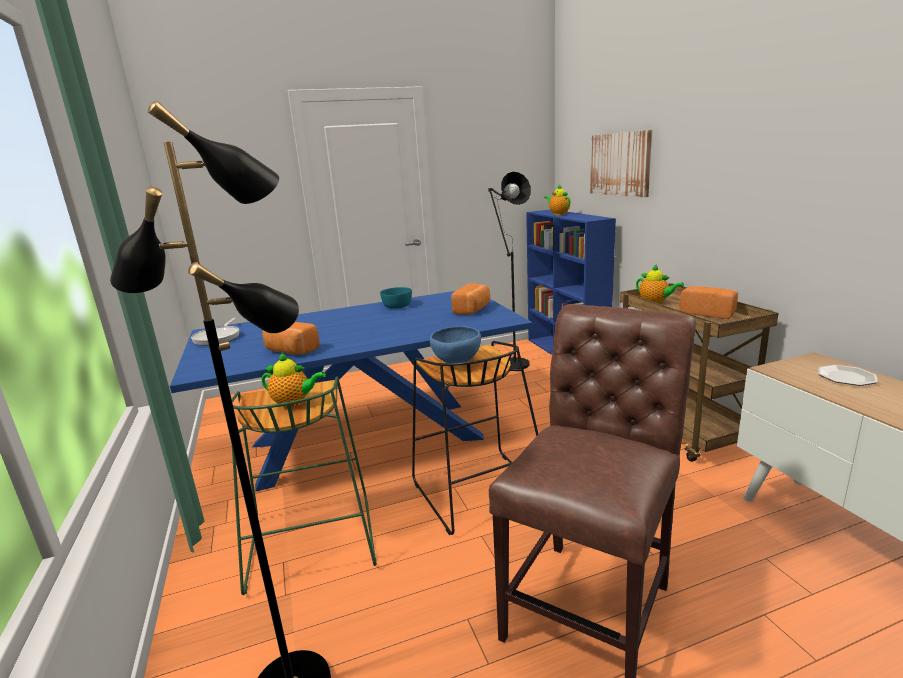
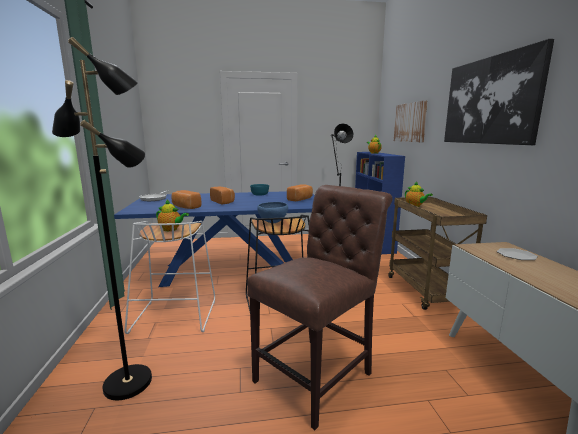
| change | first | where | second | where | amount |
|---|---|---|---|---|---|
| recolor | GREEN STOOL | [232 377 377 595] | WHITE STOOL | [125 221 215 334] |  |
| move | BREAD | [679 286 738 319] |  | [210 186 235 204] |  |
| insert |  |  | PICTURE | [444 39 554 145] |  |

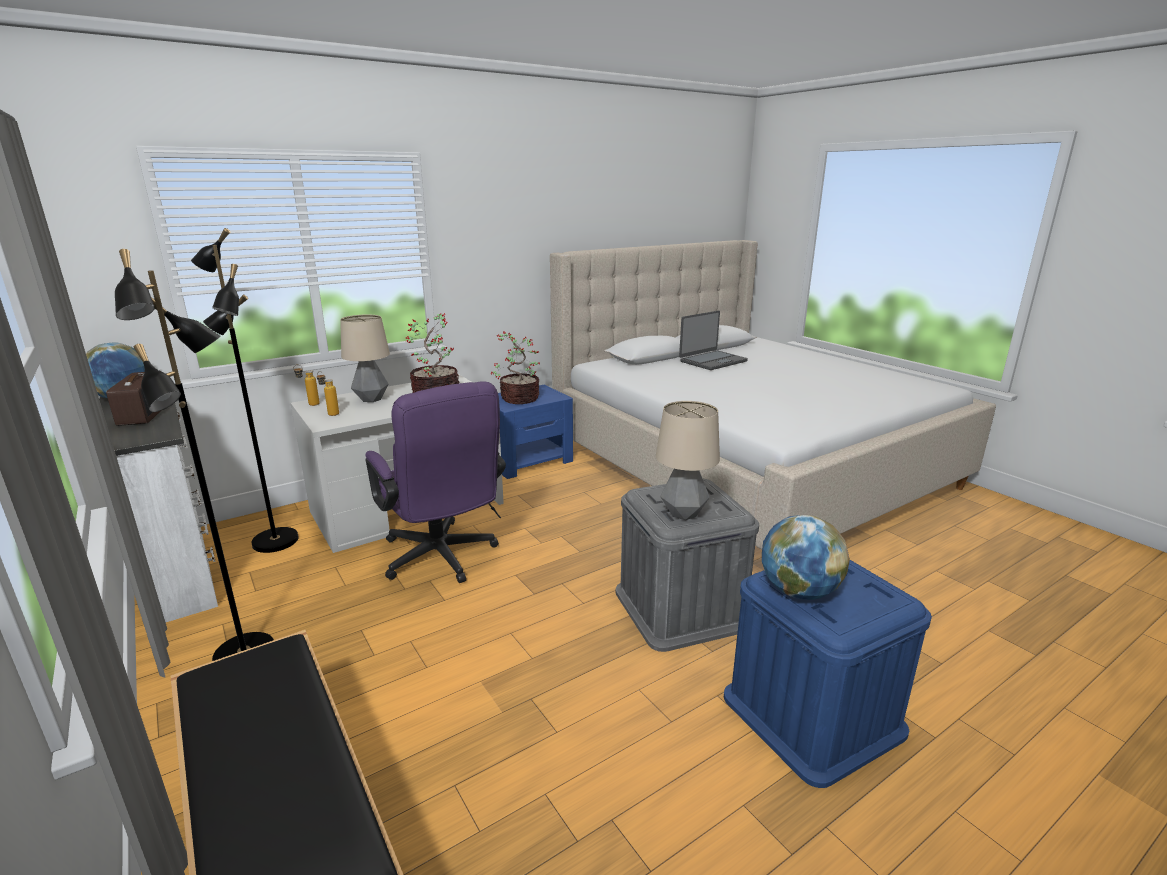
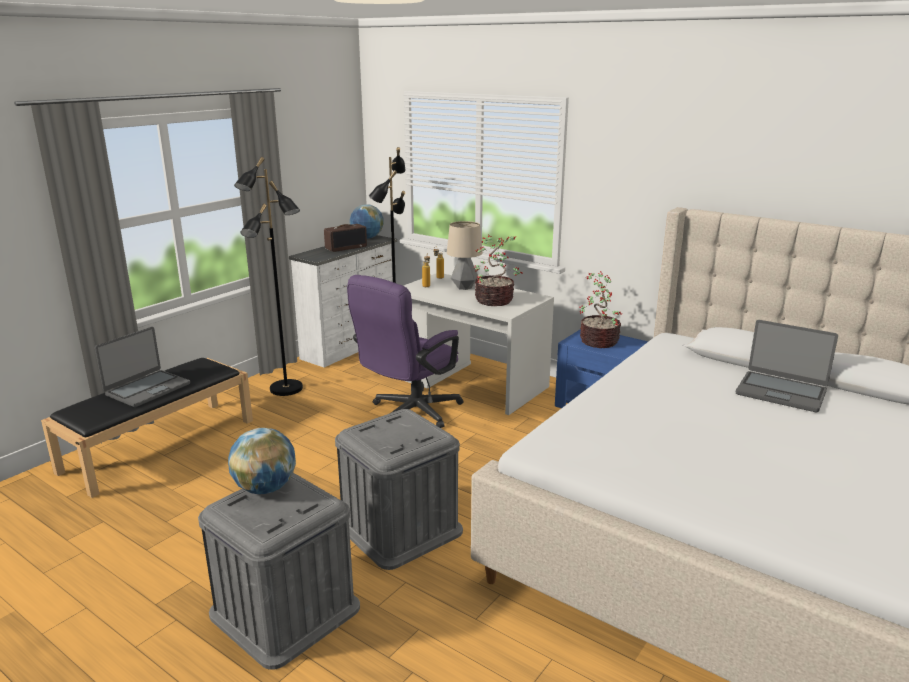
| change | first | where | second | where | amount |
|---|---|---|---|---|---|
| insert |  |  | LAPTOP | [95 327 190 407] |  |
| recolor | BLUE STORAGE BOX | [724 560 932 788] | GREY STORAGE BOX | [198 473 360 670] |  |
| delete | TABLE LAMP | [656 401 720 520] |  |  |  |

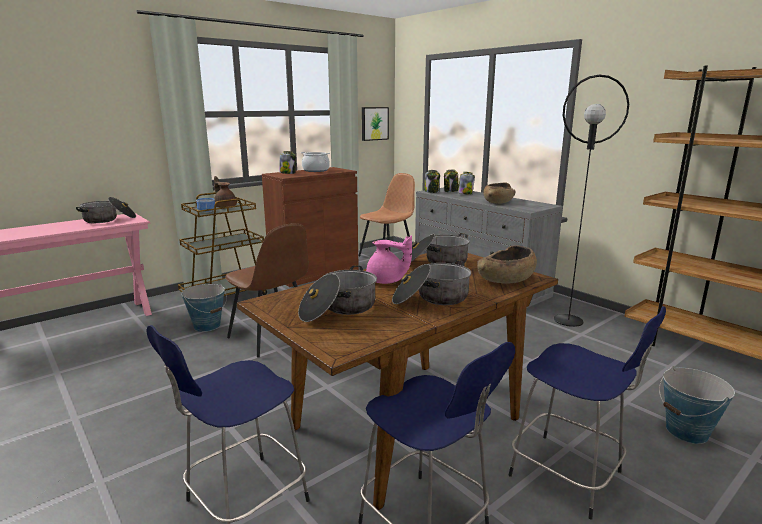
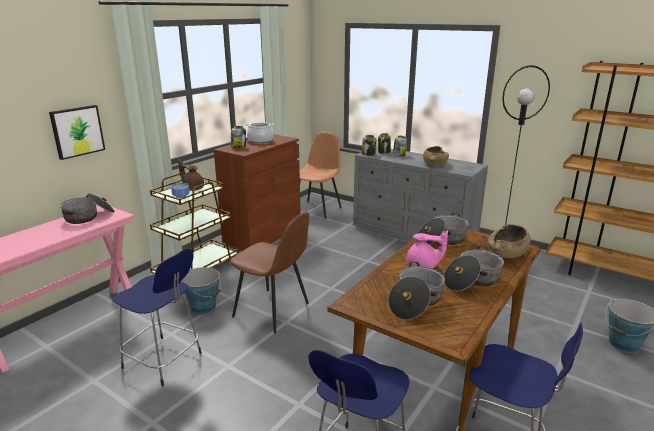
| change | first | where | second | where | amount |
|---|---|---|---|---|---|
| move | PICTURE | [362 107 389 141] |  | [49 105 105 160] |  |
| move | BLUE STOOL | [509 306 666 520] |  | [113 249 202 386] |  |

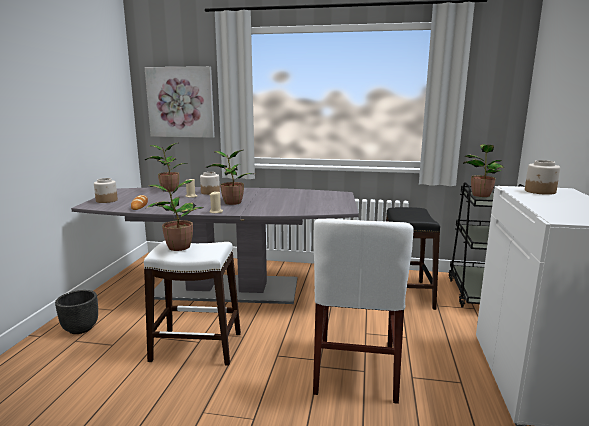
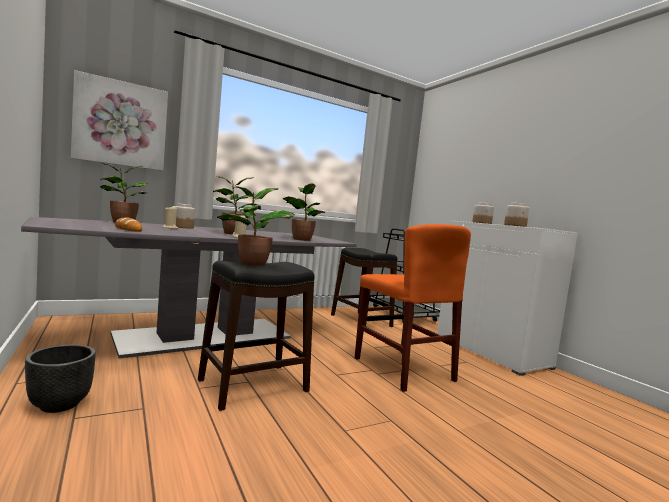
| change | first | where | second | where | amount |
|---|---|---|---|---|---|
| recolor | WHITE STOOL | [144 241 241 366] | BLACK STOOL | [198 261 315 411] |  |
| move | POTTED PLANT | [463 144 504 197] |  | [283 184 325 241] |  |
| recolor | WHITE CHAIR | [313 219 414 404] | ORANGE CHAIR | [355 224 471 392] |  |
| move | JAR | [94 178 118 203] |  | [504 203 529 227] |  |

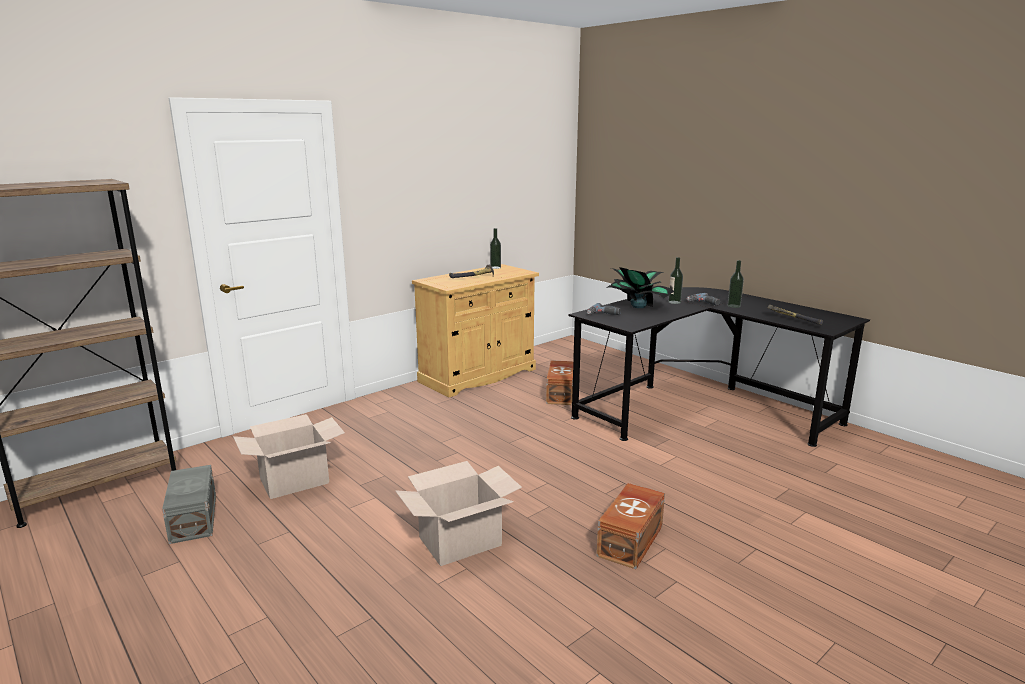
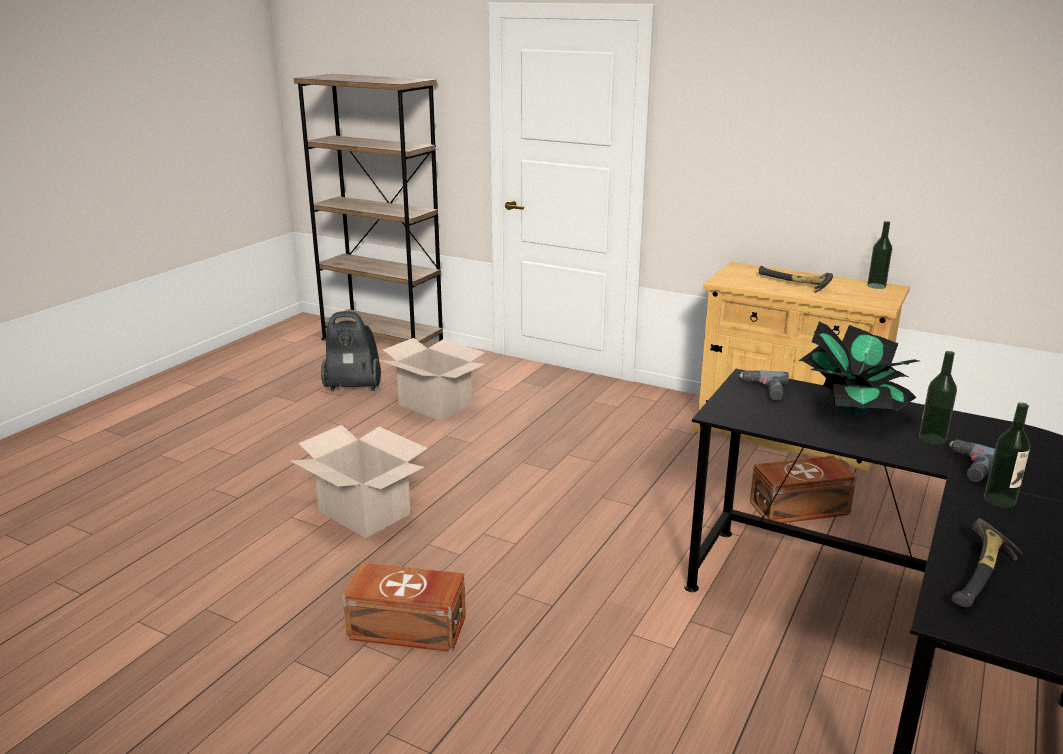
| change | first | where | second | where | amount |
|---|---|---|---|---|---|
| replace | GREY STORAGE BOX | [162 465 216 544] | VACUUM CLEANER | [321 311 381 391] |  |

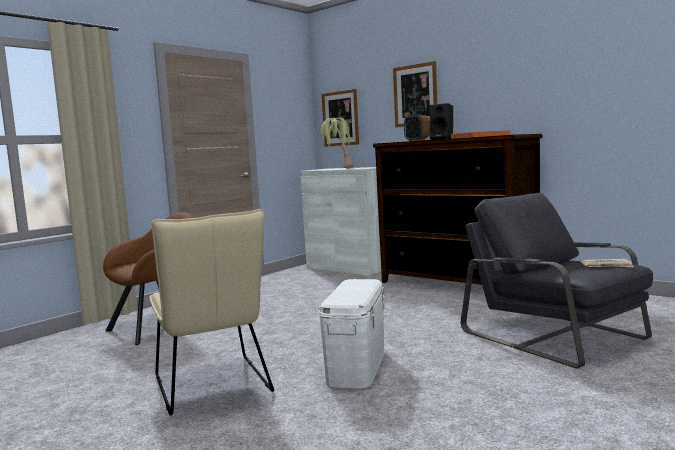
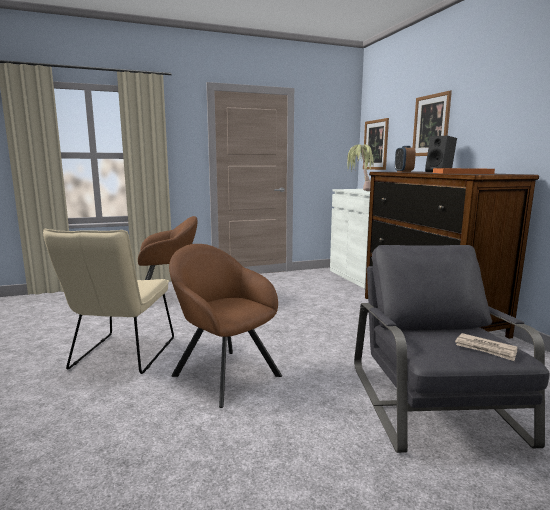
| change | first | where | second | where | amount |
|---|---|---|---|---|---|
| replace | WHITE STORAGE BOX | [319 279 385 389] | BROWN ARMCHAIR | [169 244 282 408] |  |

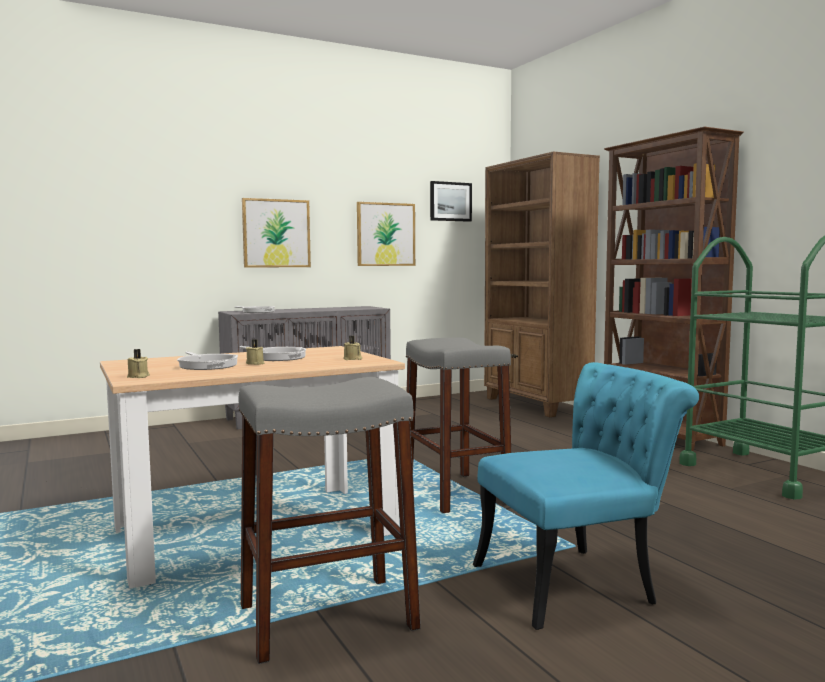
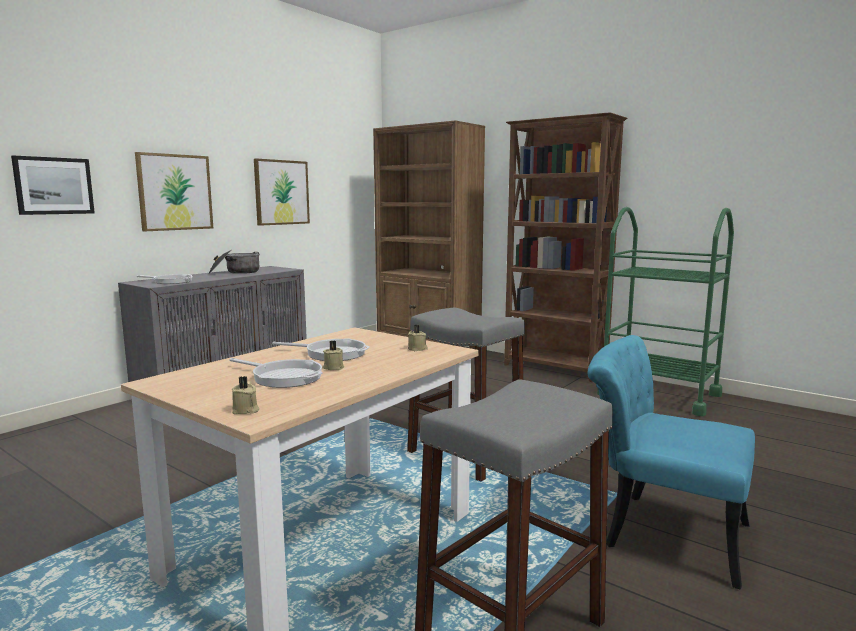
| change | first | where | second | where | amount |
|---|---|---|---|---|---|
| move | PICTURE | [430 181 472 222] |  | [11 155 95 215] |  |
| insert |  |  | COOKING POT | [208 250 260 274] |  |
| rotate | TURQUOISE CHAIR | [473 362 699 630] |  | [588 335 755 590] | 105 degrees counterclockwise |

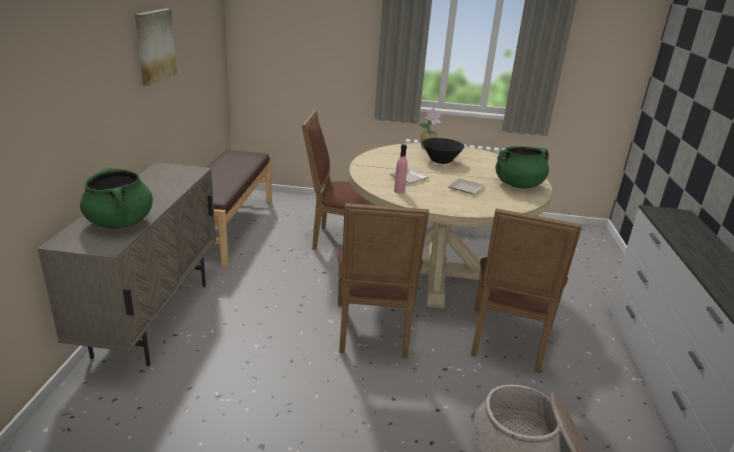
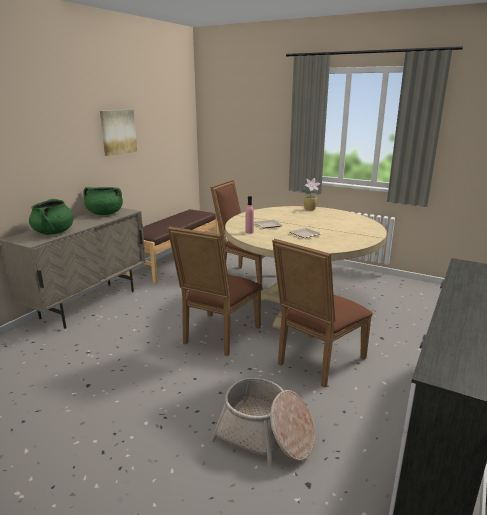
| change | first | where | second | where | amount |
|---|---|---|---|---|---|
| move | GREEN COOKING POT | [496 146 549 188] |  | [83 187 123 215] |  |
| delete | BLACK BOWL | [422 138 465 164] |  |  |  |

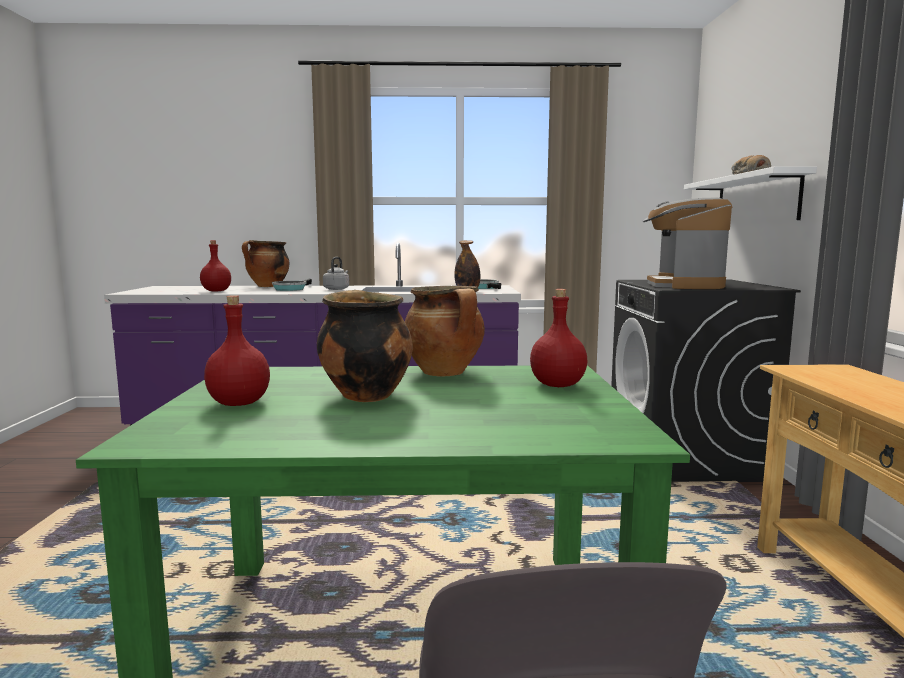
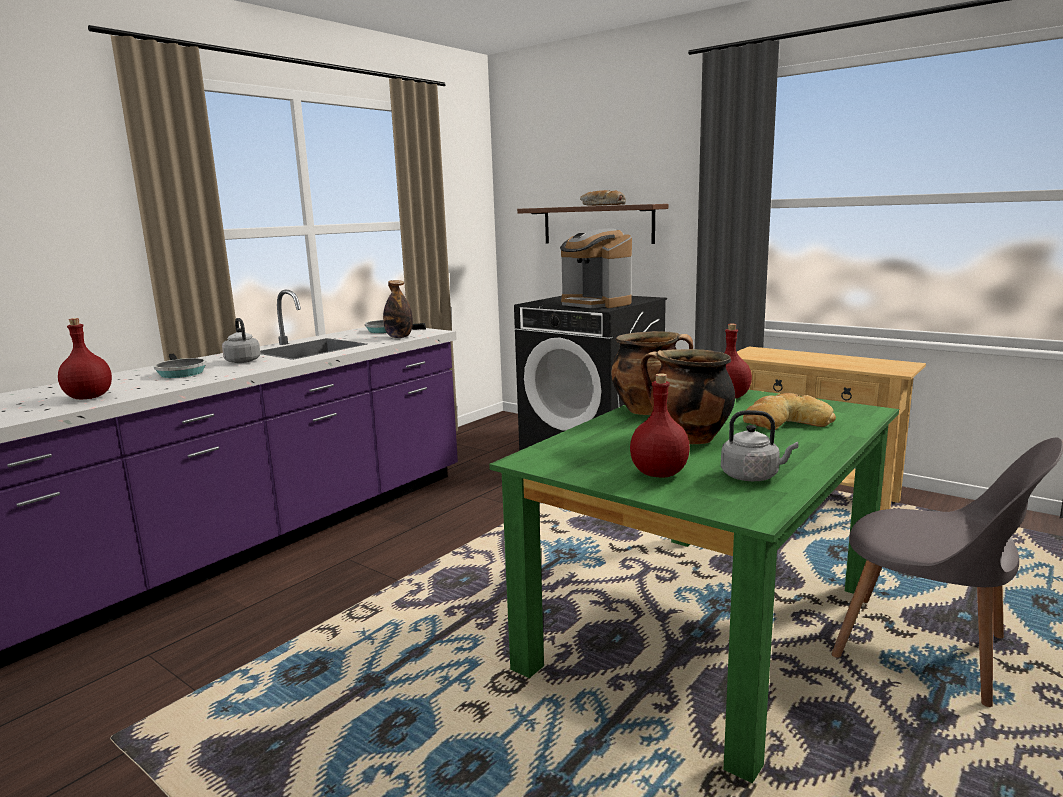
| change | first | where | second | where | amount |
|---|---|---|---|---|---|
| recolor | WHITE SHELF | [684 166 817 220] | BROWN SHELF | [517 204 668 244] |  |
| insert |  |  | GREY KETTLE | [721 410 798 481] |  |
| insert |  |  | BREAD | [743 393 836 430] |  |
| delete | COOKING POT | [242 240 289 287] |  |  |  |

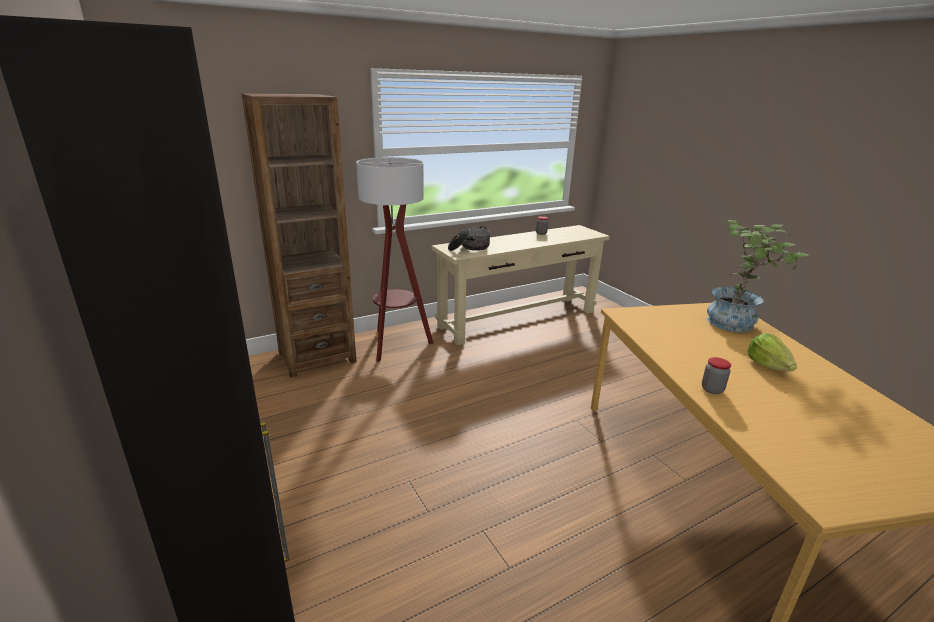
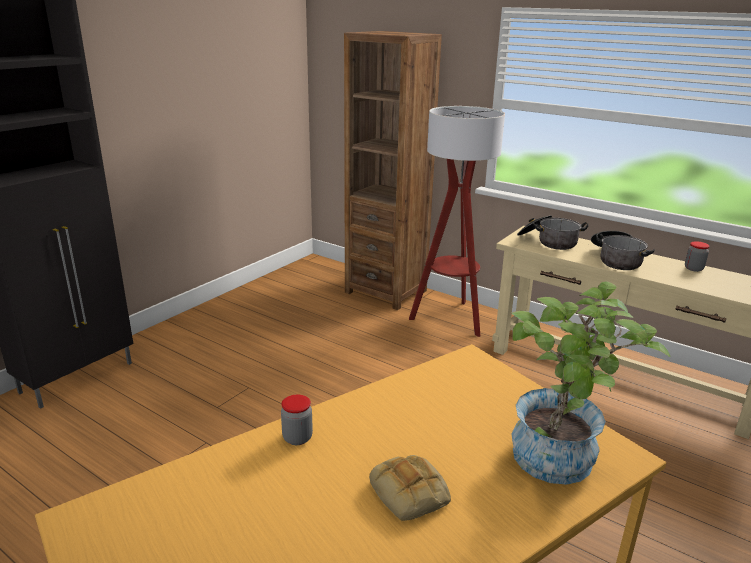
| change | first | where | second | where | amount |
|---|---|---|---|---|---|
| replace | LETTUCE | [748 333 797 371] | BREAD | [369 455 451 521] |  |
| insert |  |  | COOKING POT | [591 231 655 270] |  |

